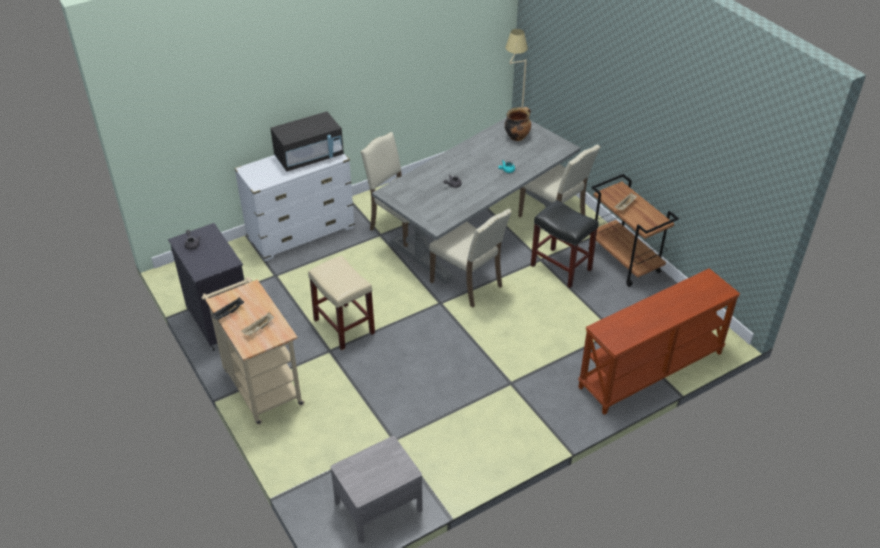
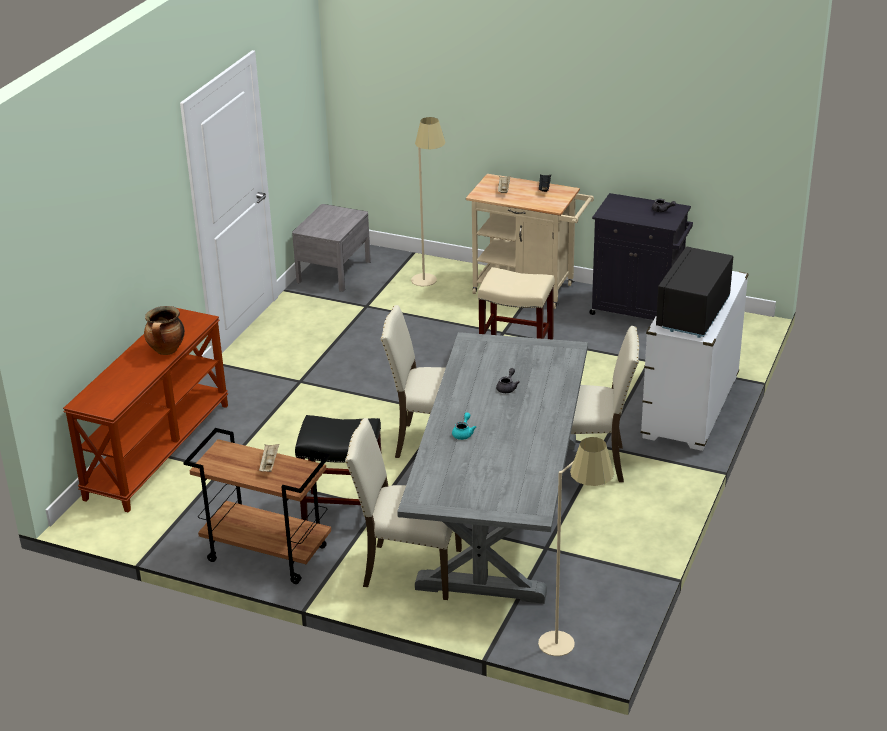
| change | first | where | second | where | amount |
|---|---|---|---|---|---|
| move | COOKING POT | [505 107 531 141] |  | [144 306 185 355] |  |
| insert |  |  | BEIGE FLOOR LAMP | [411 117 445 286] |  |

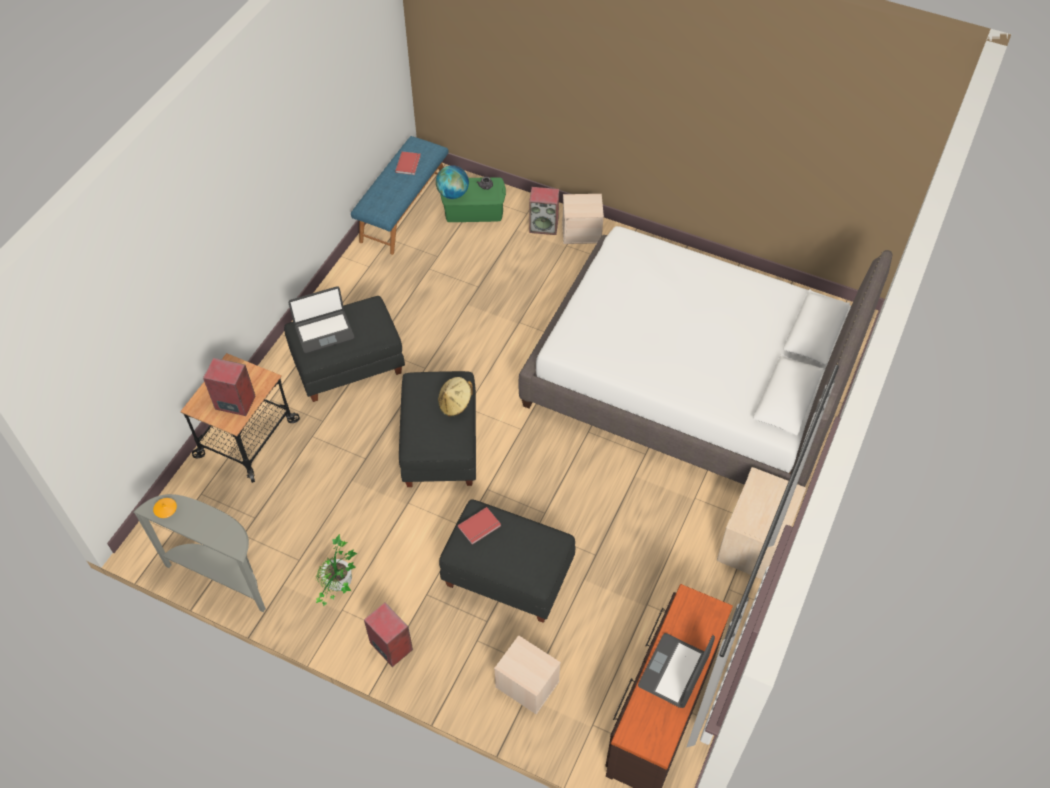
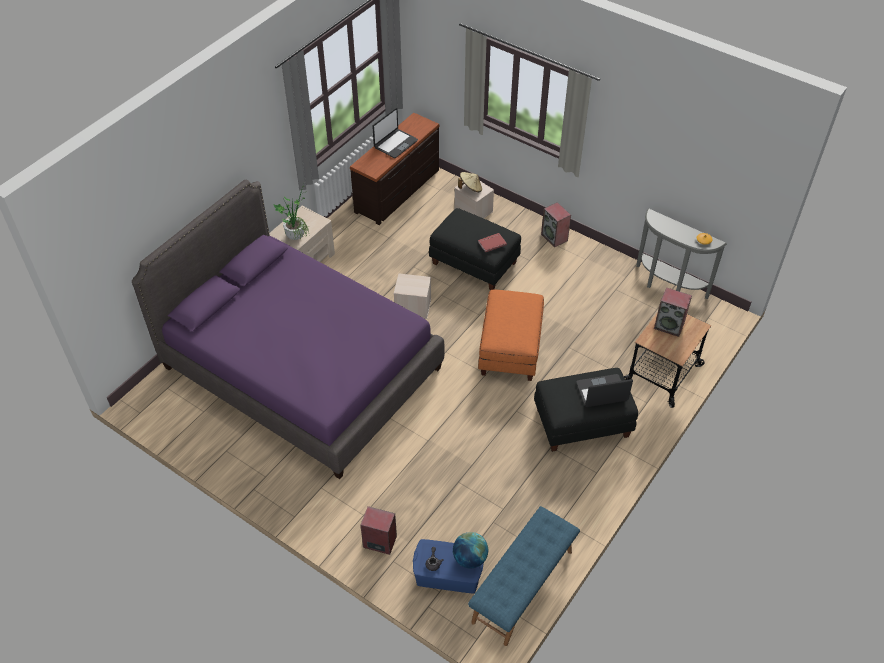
| change | first | where | second | where | amount |
|---|---|---|---|---|---|
| recolor | WHITE BED | [519 226 893 487] | PURPLE BED | [132 180 445 479] |  |
| move | POTTED PLANT | [316 534 358 606] |  | [273 181 310 240] |  |
| move | BEIGE STORAGE BOX | [562 194 604 244] |  | [394 273 431 319] |  |
| recolor | GREEN STORAGE BOX | [440 177 506 222] | BLUE STORAGE BOX | [413 539 484 594] |  |
| move | BEIGE HAT | [438 377 473 417] |  | [458 172 482 192] |  |
| recolor | BLACK OTTOMAN | [399 371 476 487] | ORANGE OTTOMAN | [478 290 544 381] |  |
| delete | RED BOOK | [395 152 421 175] |  |  |  |

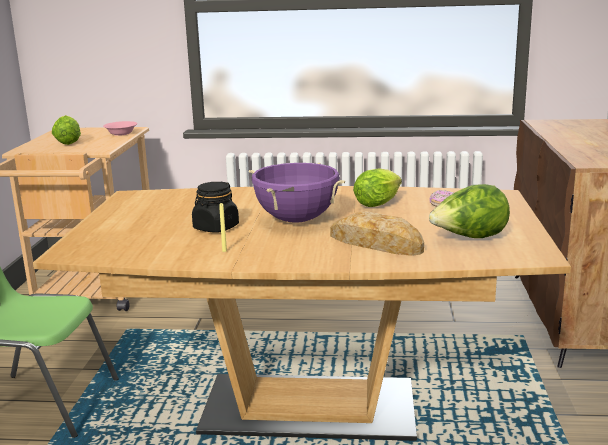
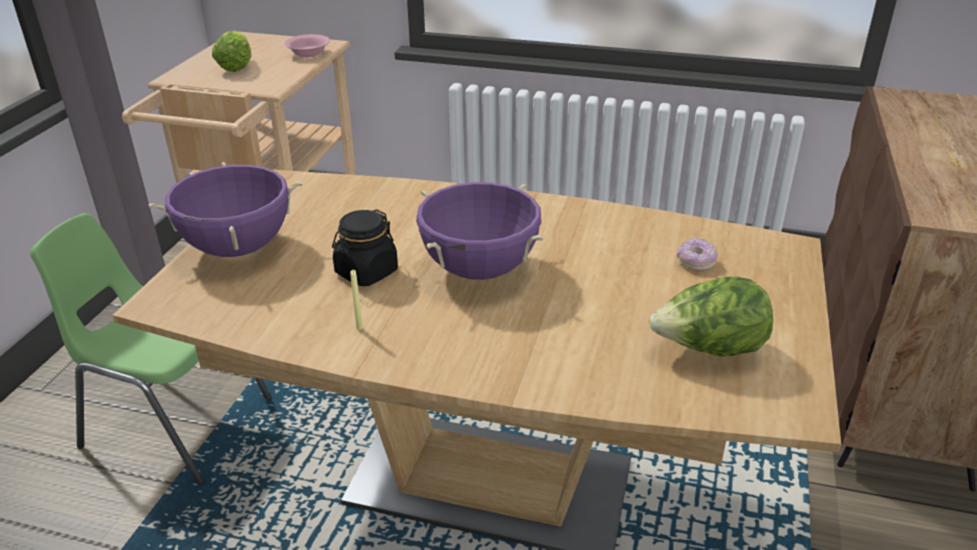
| change | first | where | second | where | amount |
|---|---|---|---|---|---|
| insert |  |  | PURPLE COOKING POT | [148 162 302 257] |  |
| delete | BREAD | [330 211 424 256] |  |  |  |
| delete | LETTUCE | [353 168 402 207] |  |  |  |

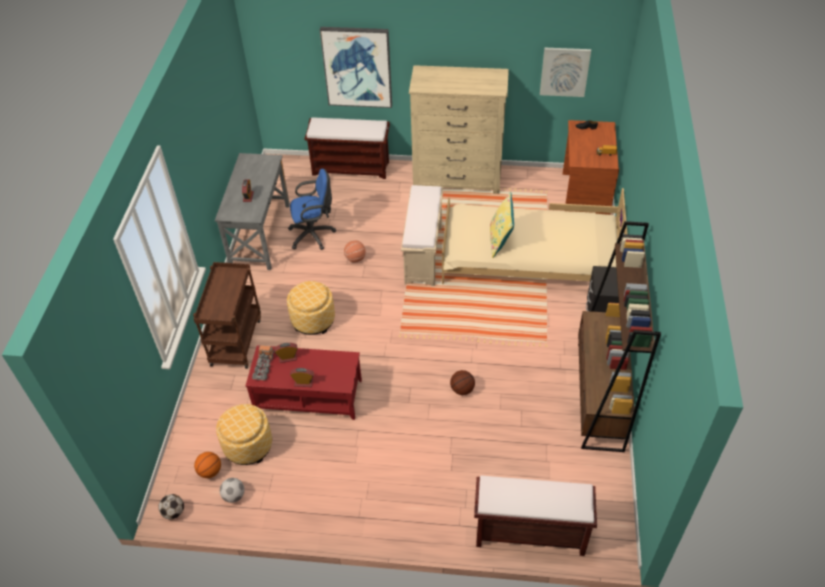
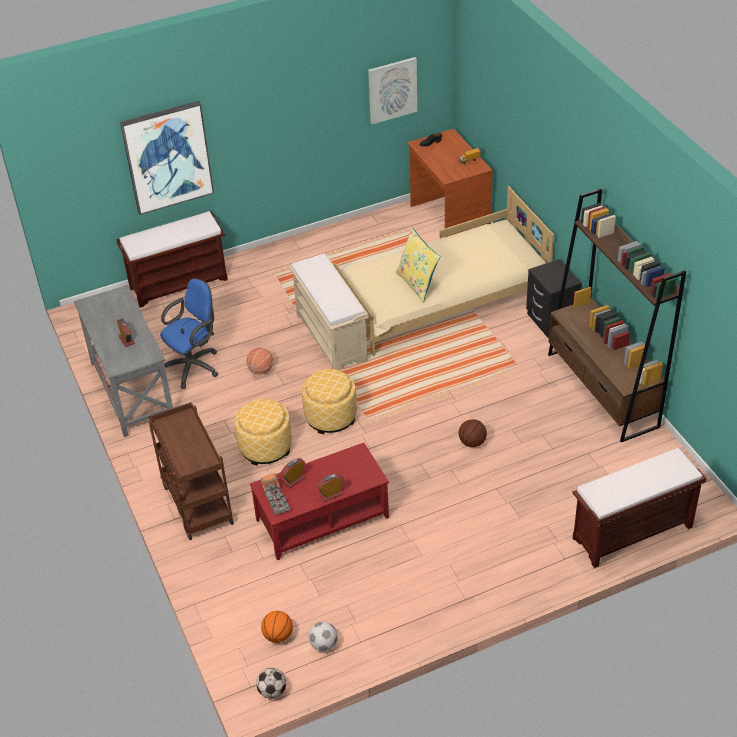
| change | first | where | second | where | amount |
|---|---|---|---|---|---|
| move | OTTOMAN | [216 404 272 465] |  | [302 369 357 434] |  |
| delete | BEIGE DRESSER | [409 65 509 194] |  |  |  |

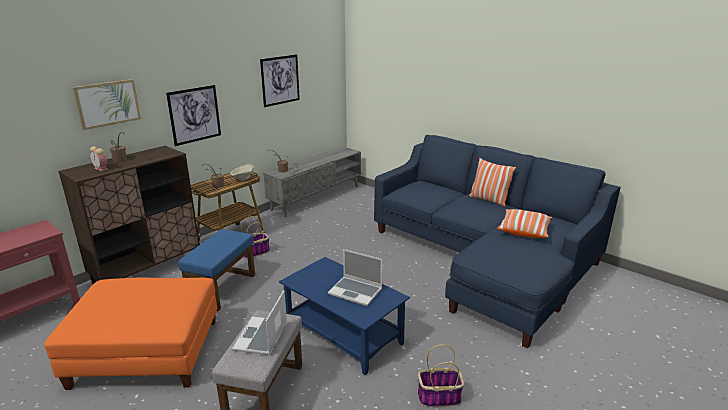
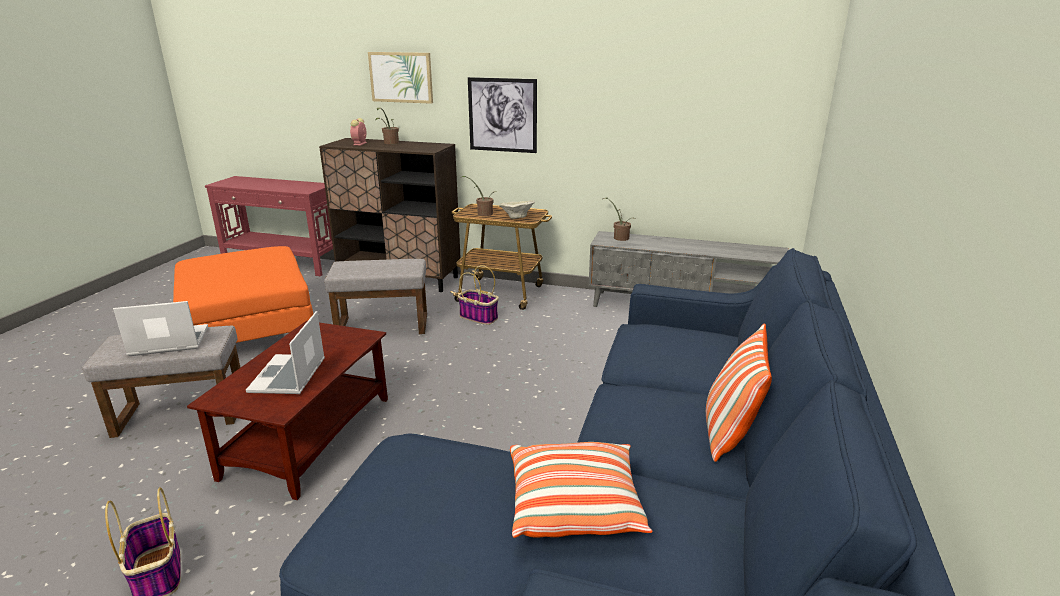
| change | first | where | second | where | amount |
|---|---|---|---|---|---|
| recolor | BLUE COFFEE TABLE | [279 257 410 375] | BROWN COFFEE TABLE | [187 321 388 500] |  |
| recolor | BLUE OTTOMAN | [178 229 255 311] | GREY OTTOMAN | [324 259 427 334] |  |
| delete | PICTURE | [260 54 300 107] |  |  |  |

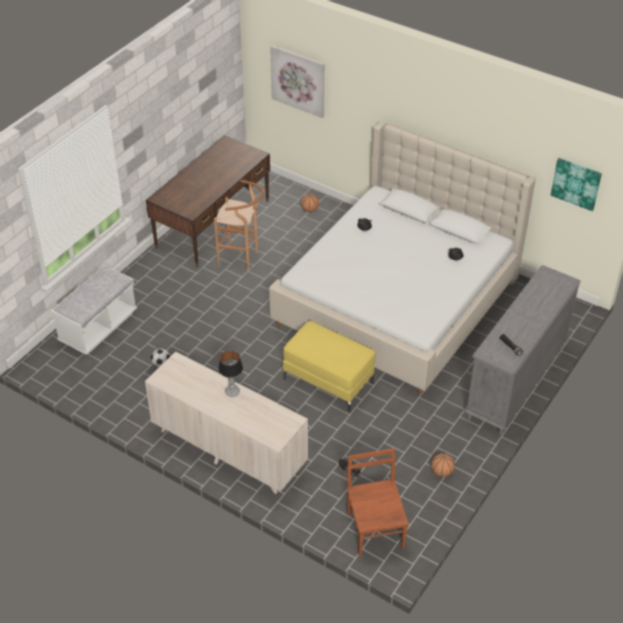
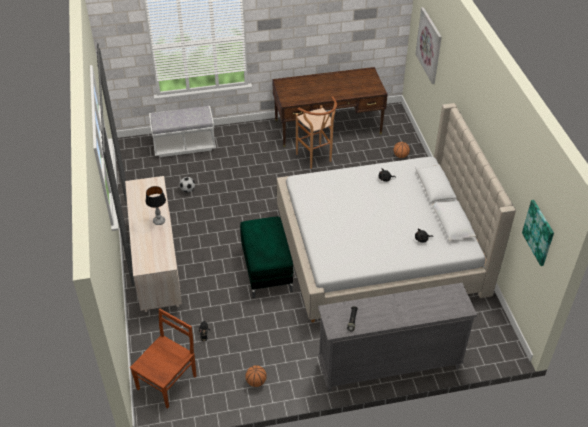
| change | first | where | second | where | amount |
|---|---|---|---|---|---|
| recolor | YELLOW OTTOMAN | [283 321 375 412] | GREEN OTTOMAN | [240 216 293 298] |  |

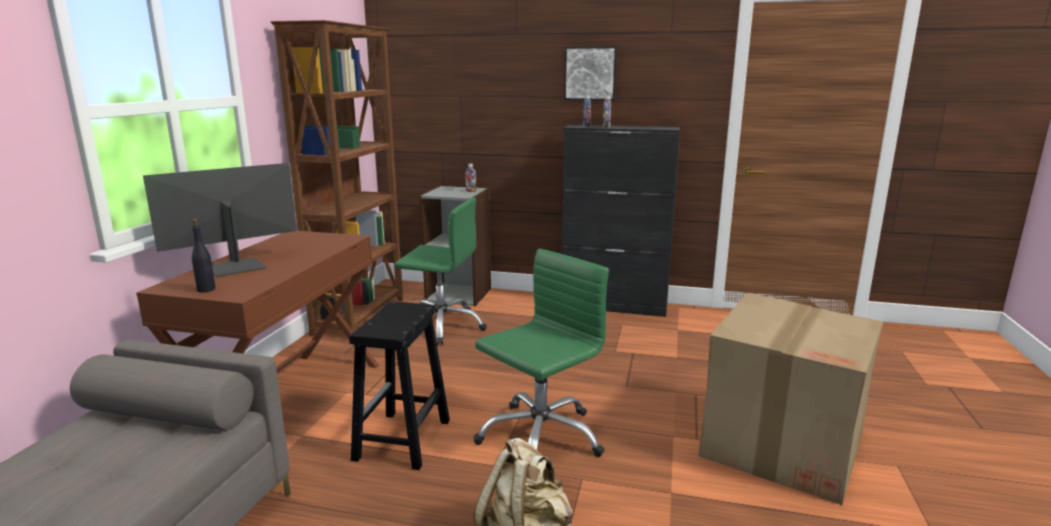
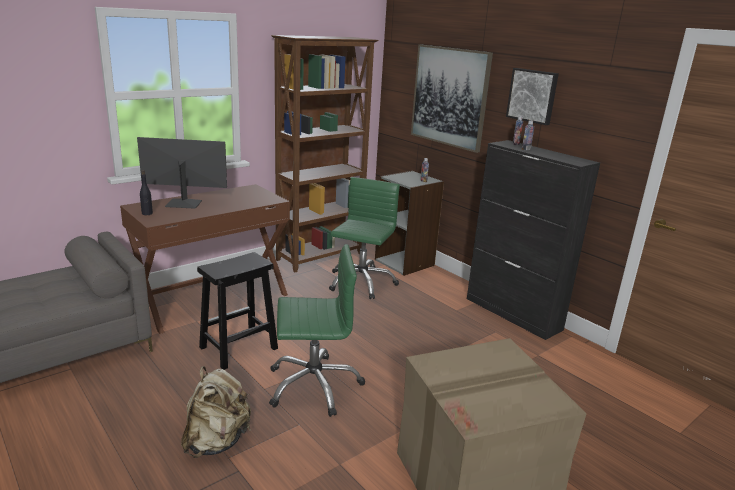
| change | first | where | second | where | amount |
|---|---|---|---|---|---|
| rotate | GREEN OFFICE CHAIR | [395 198 487 345] |  | [329 177 400 299] | 120 degrees counterclockwise |
| insert |  |  | PICTURE | [411 45 493 153] |  |

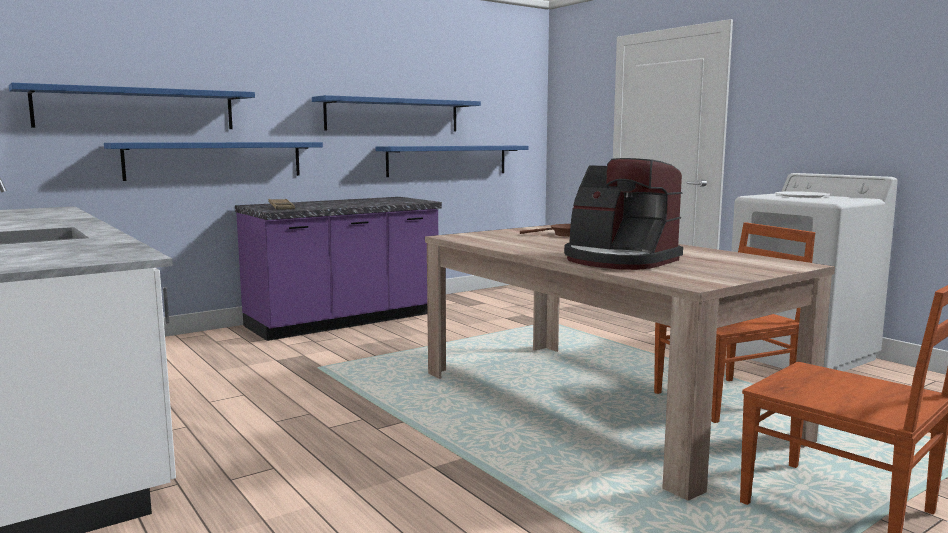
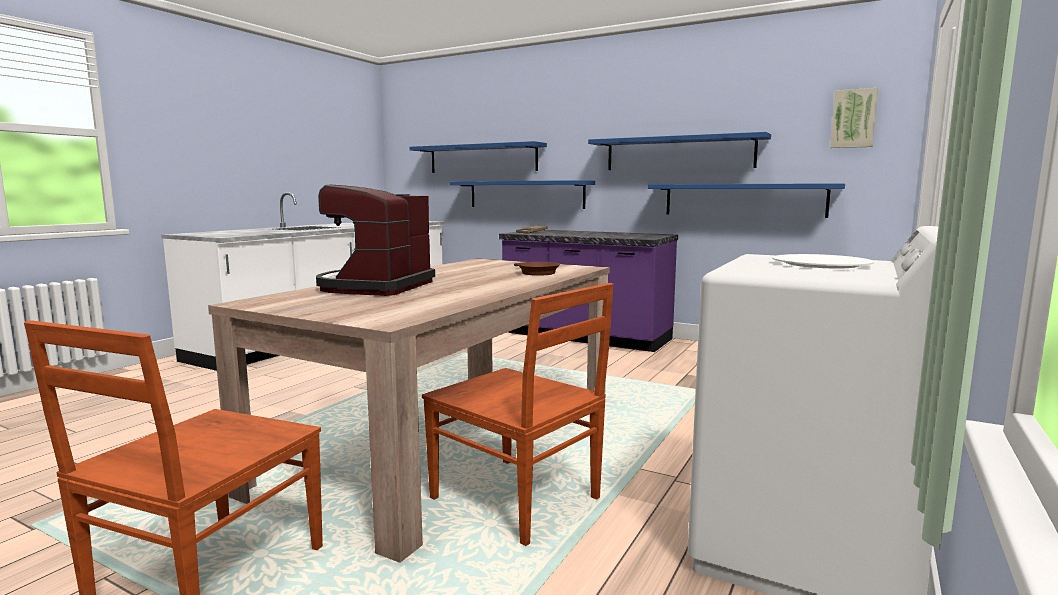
| change | first | where | second | where | amount |
|---|---|---|---|---|---|
| insert |  |  | PICTURE | [830 88 878 148] |  |

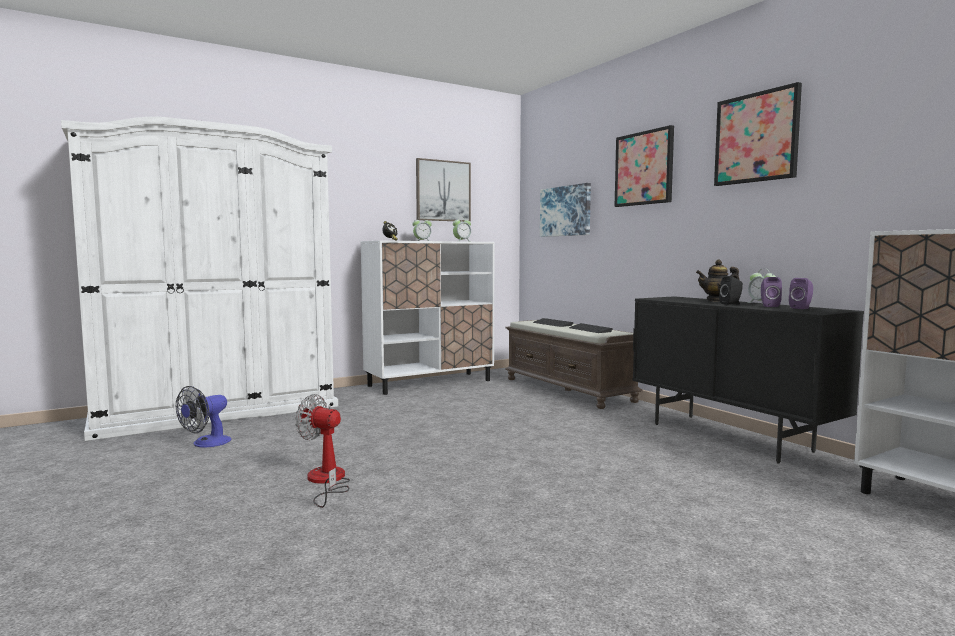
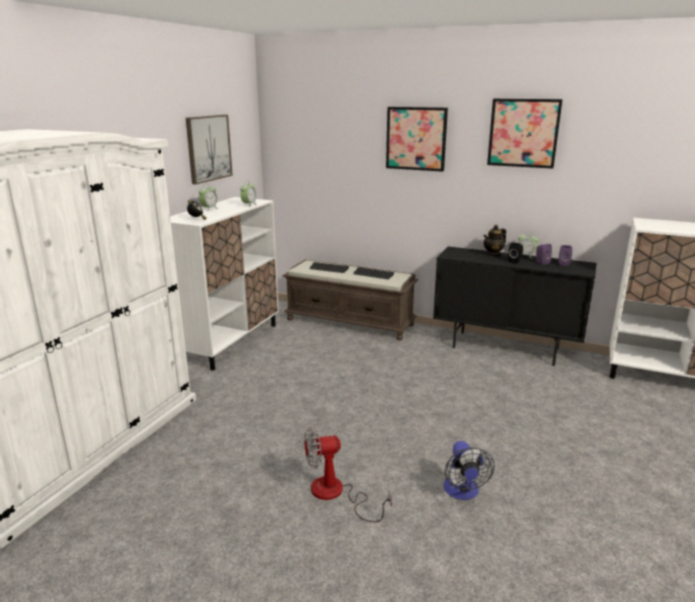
| change | first | where | second | where | amount |
|---|---|---|---|---|---|
| move | FAN | [176 386 231 447] |  | [444 441 495 500] |  |
| delete | PICTURE | [540 183 591 237] |  |  |  |

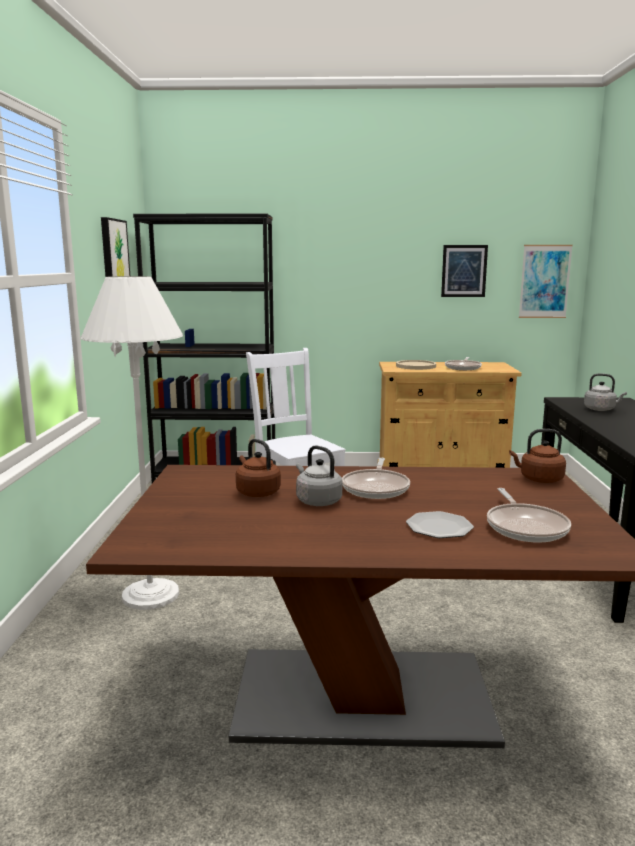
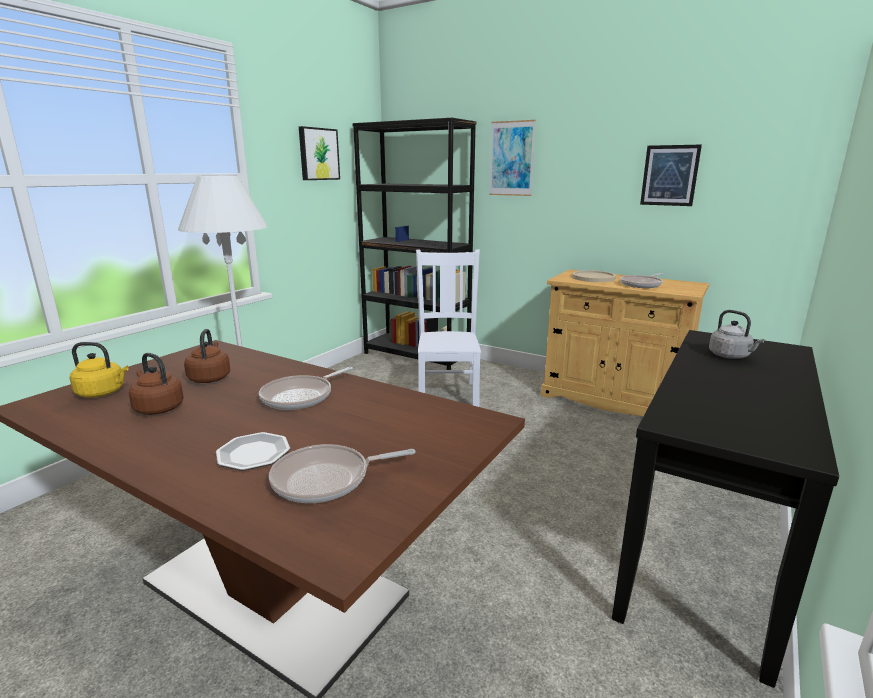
| change | first | where | second | where | amount |
|---|---|---|---|---|---|
| insert |  |  | YELLOW KETTLE | [70 342 128 398] |  |
| move | BROWN KETTLE | [509 429 566 483] |  | [129 353 184 415] |  |
| rotate | FRYING PAN | [487 488 571 543] |  | [269 444 416 503] | 45 degrees clockwise |
| move | PICTURE | [519 245 573 318] |  | [489 120 536 196] |  |
| delete | GREY KETTLE | [296 445 342 506] |  |  |  |

